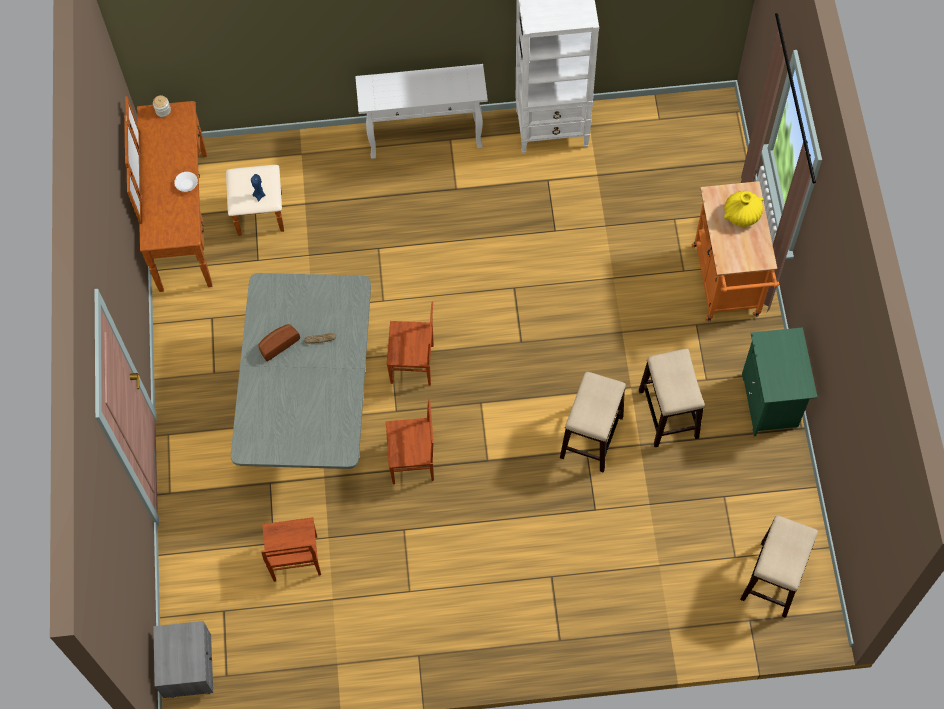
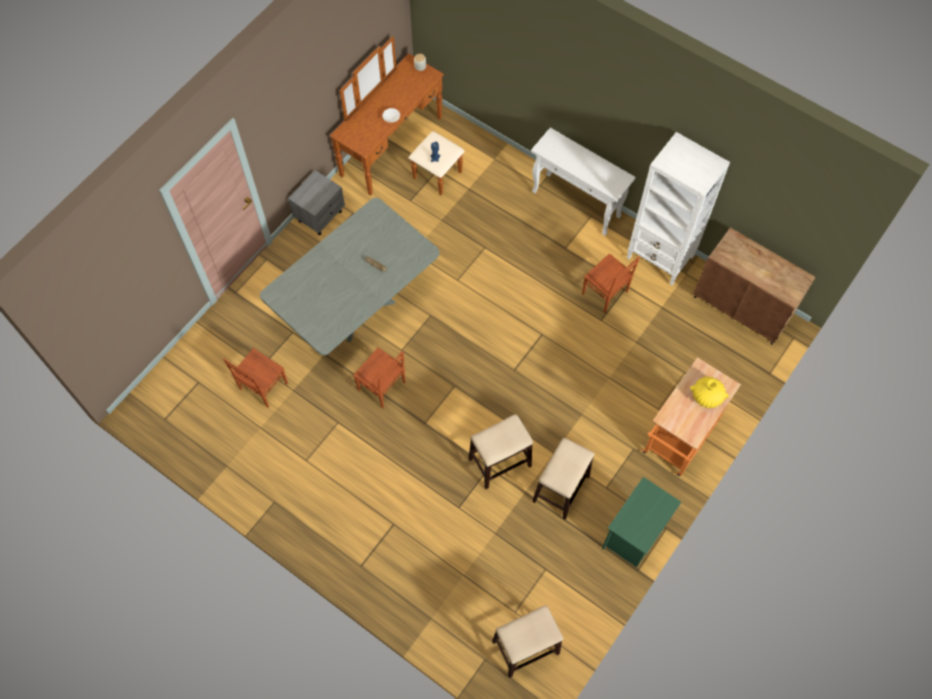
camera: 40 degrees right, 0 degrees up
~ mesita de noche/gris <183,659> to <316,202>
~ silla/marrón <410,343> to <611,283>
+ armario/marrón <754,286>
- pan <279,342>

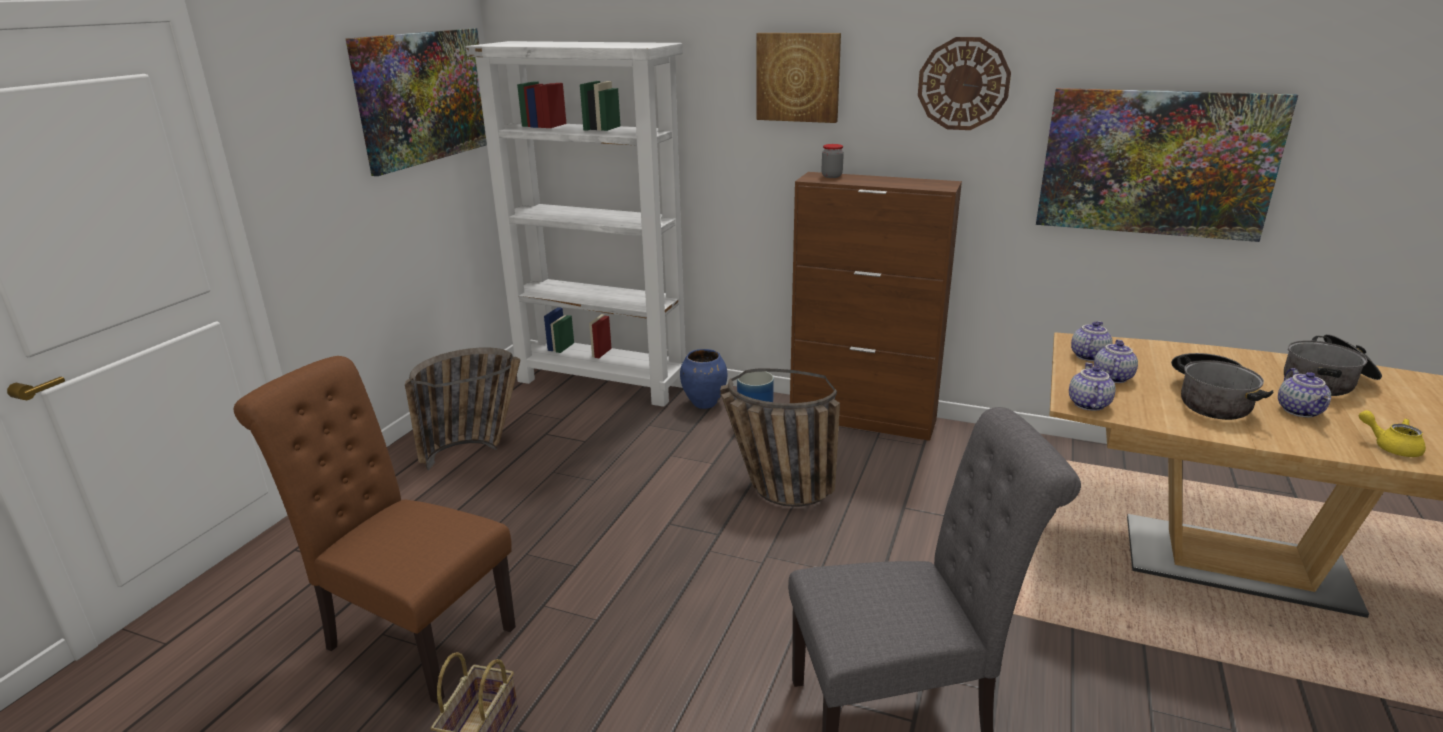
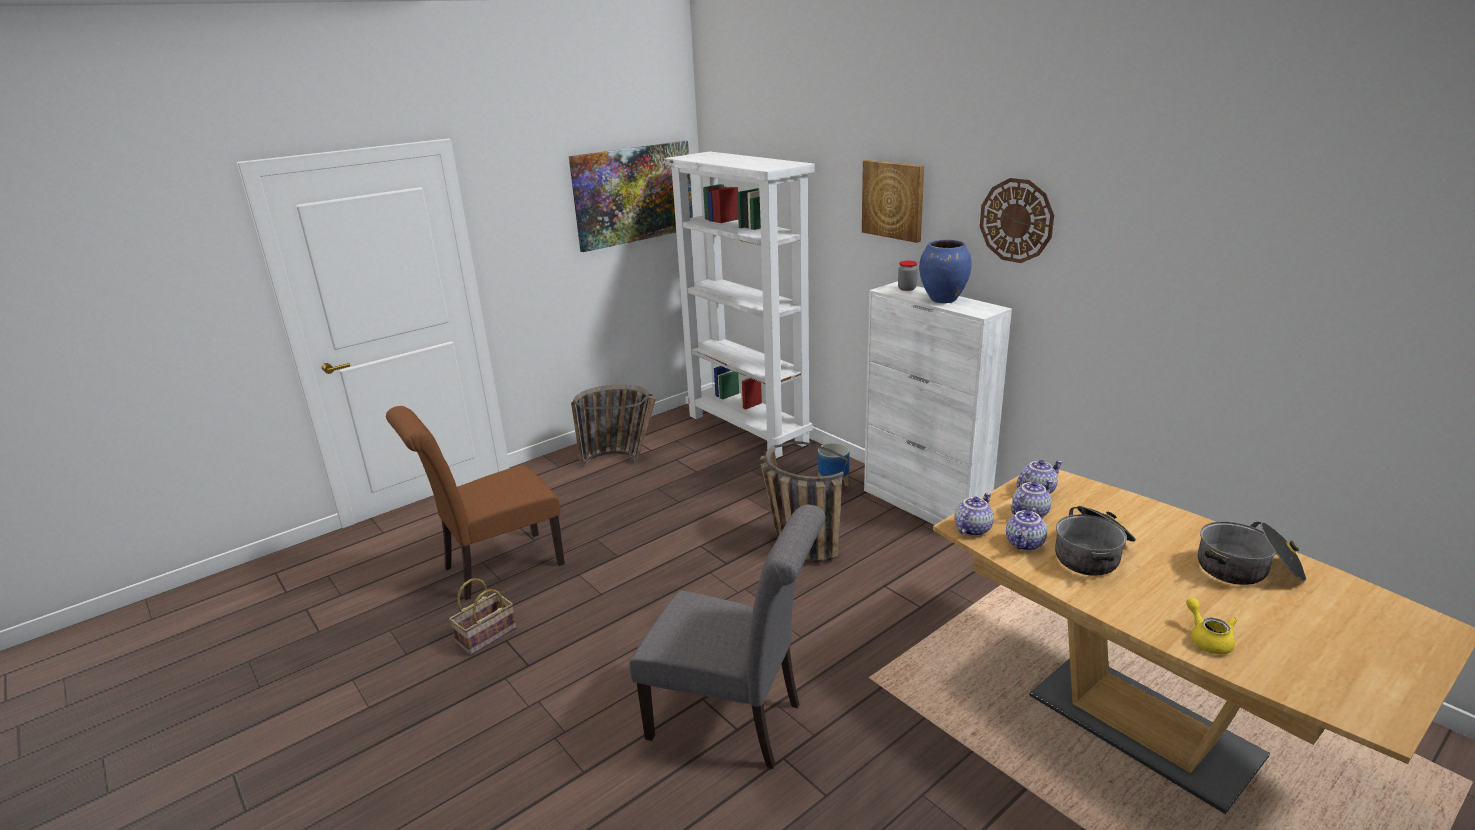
camera: 30 degrees right, 0 degrees up
~ silla/marrón <375,530> = <475,503> 90 degrees counterclockwise
~ armario/marrón <876,306> to armario/blanco <938,403>
~ florero/azul <703,379> to <945,271>
~ tetera <1304,392> to <1026,528>
- cuadro <1167,165>

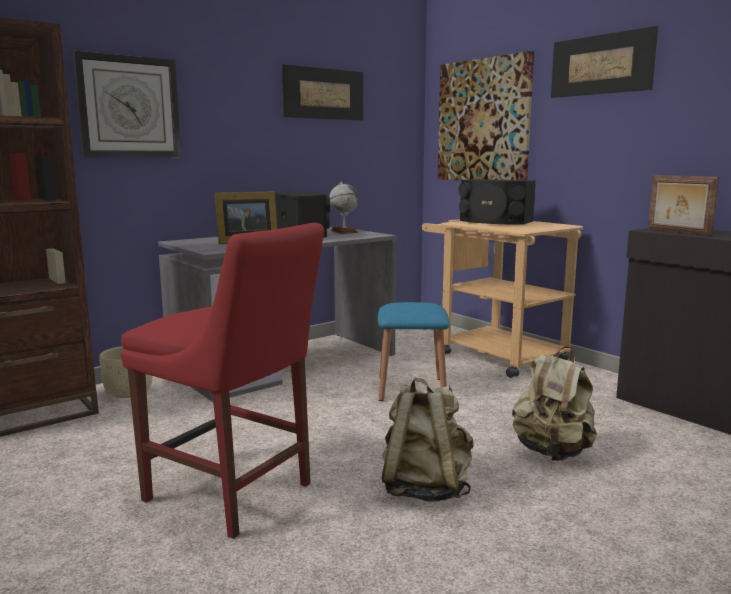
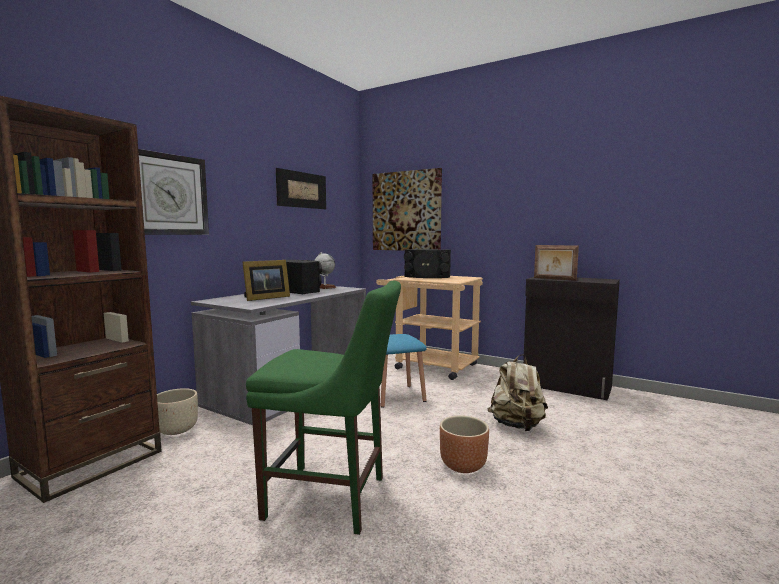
camera: 20 degrees left, 5 degrees down
~ silla/rojo <222,381> to silla/verde <323,408>
~ mochila/beis <427,439> to maceta/marrón <464,444>
- cuadro <604,62>

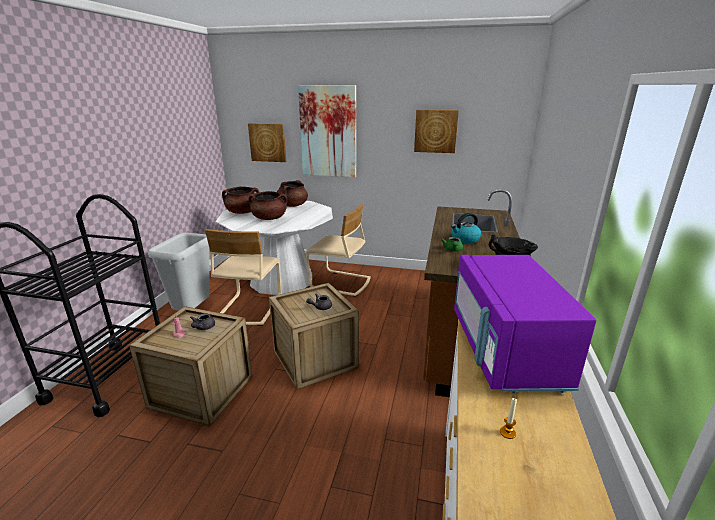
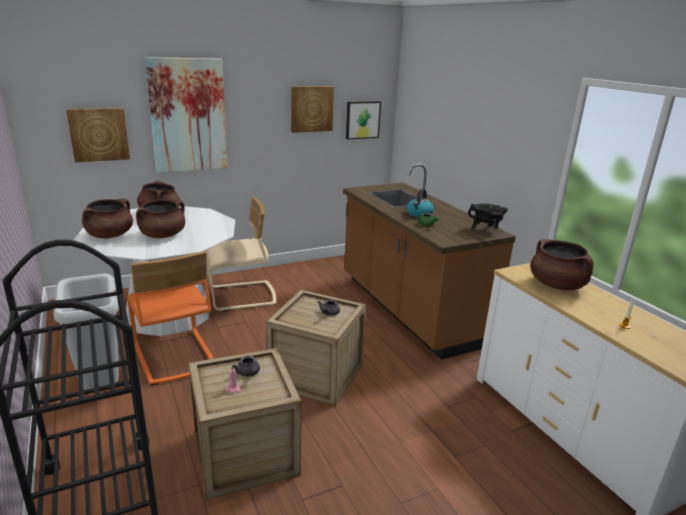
camera: 40 degrees left, 0 degrees up
~ silla/beis <243,277> to silla/naranja <170,318>
+ cuadro <363,120>
~ microondas/morado <525,324> to olla/marrón <562,265>

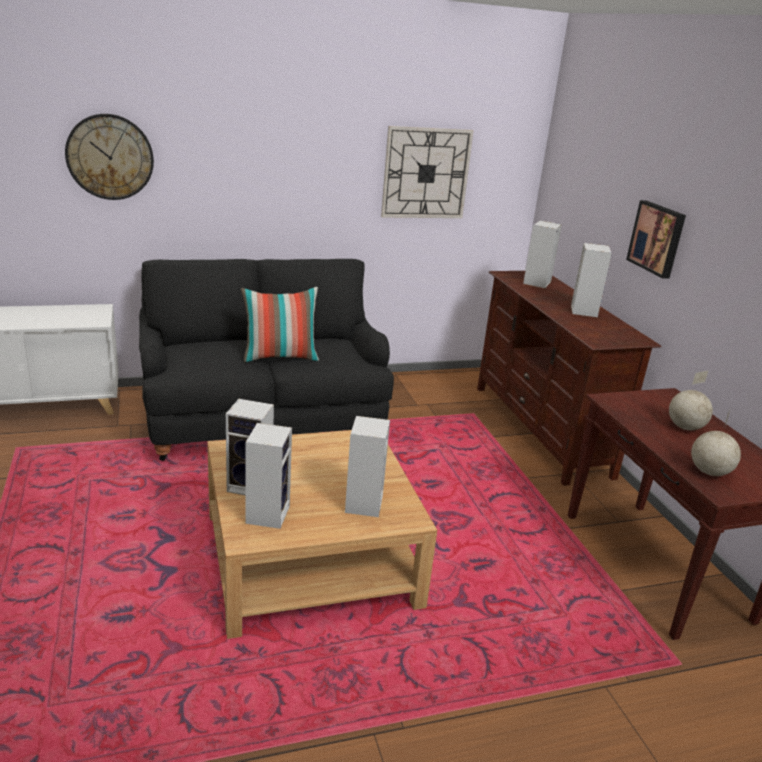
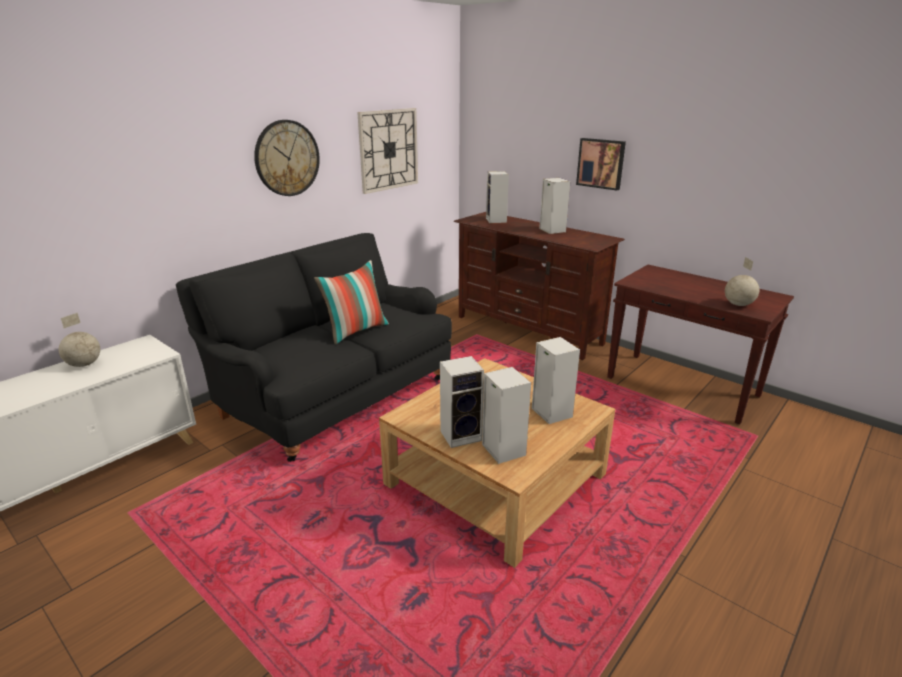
camera: 30 degrees left, 0 degrees up
~ globo terráqueo <691,400> to <79,340>
~ reloj de pared <109,157> to <287,158>

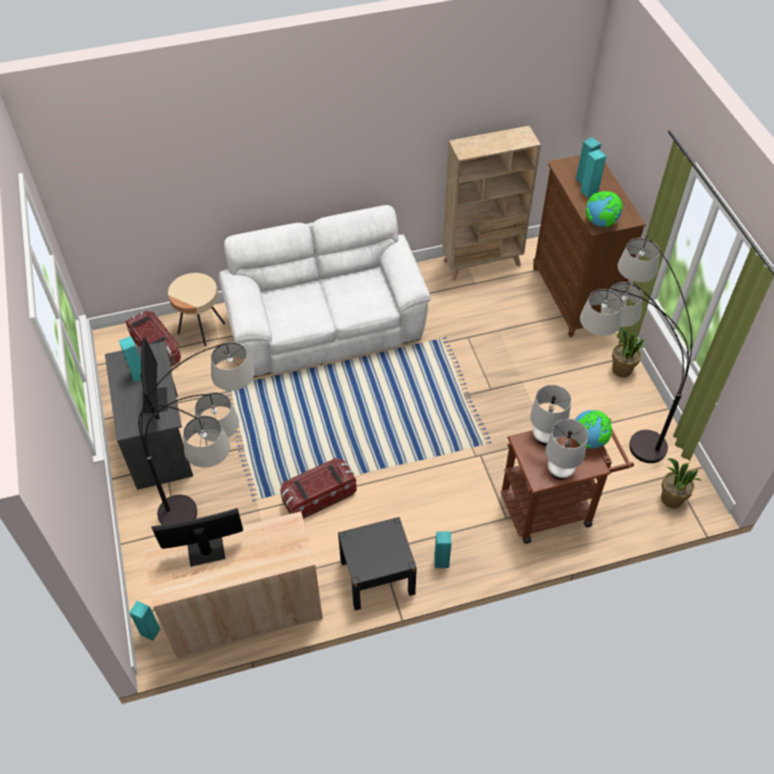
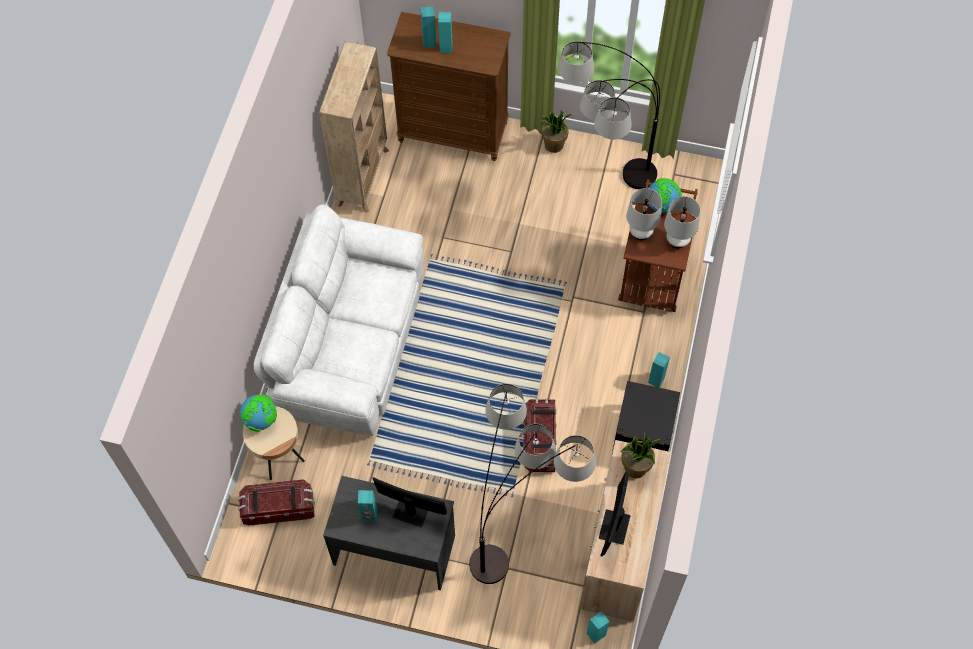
camera: 60 degrees left, 10 degrees up
~ globo terráqueo <604,209> to <258,412>
~ planta en maceta <681,483> to <640,456>

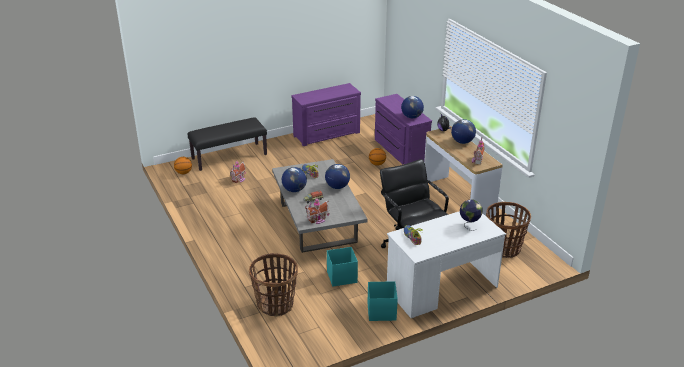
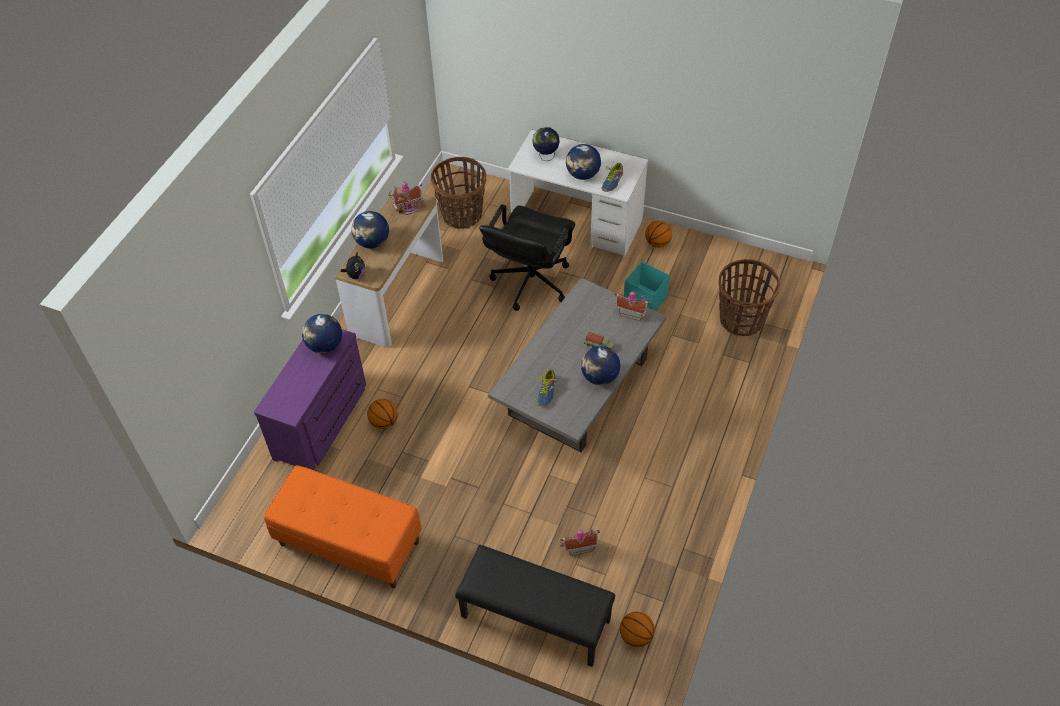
camera: 130 degrees left, 20 degrees up
~ cómoda/morado <326,114> to banco/naranja <343,526>
~ globo terráqueo <337,176> to <583,162>
~ caja de almacenaje/turquesa <382,301> to balón de baloncesto <658,234>

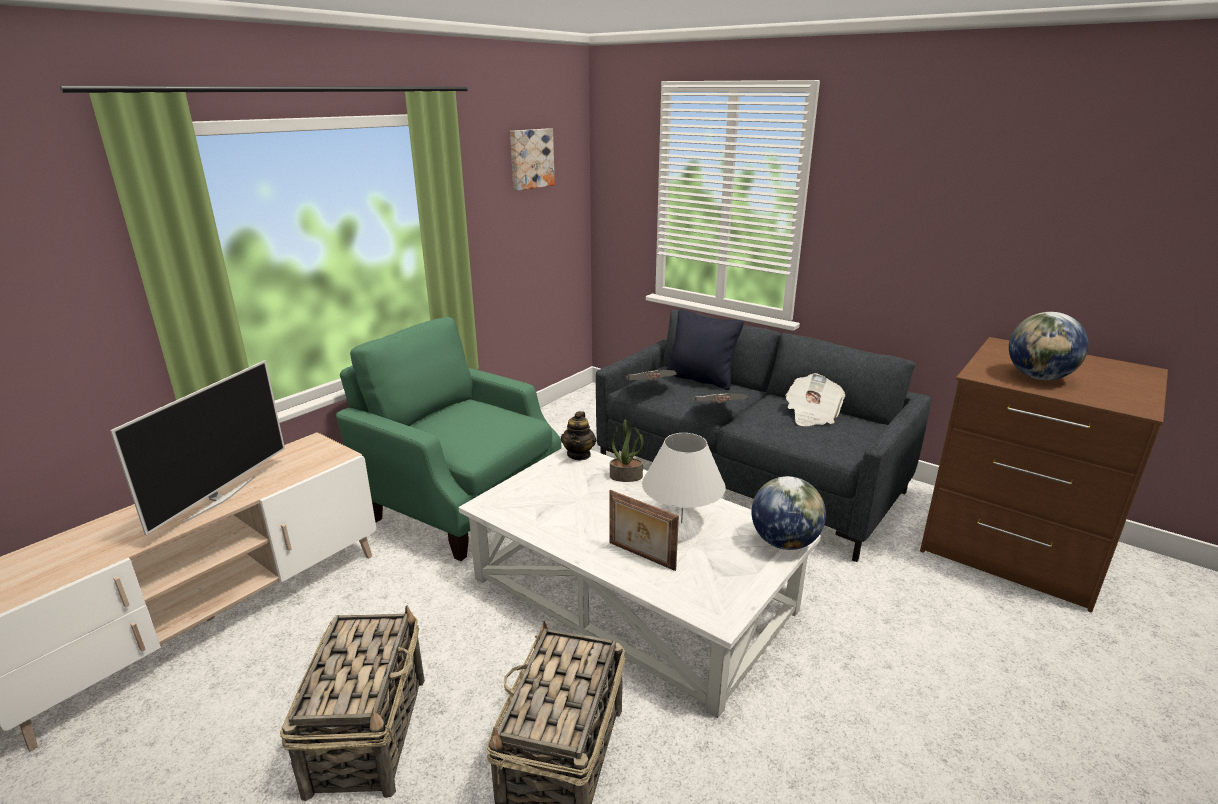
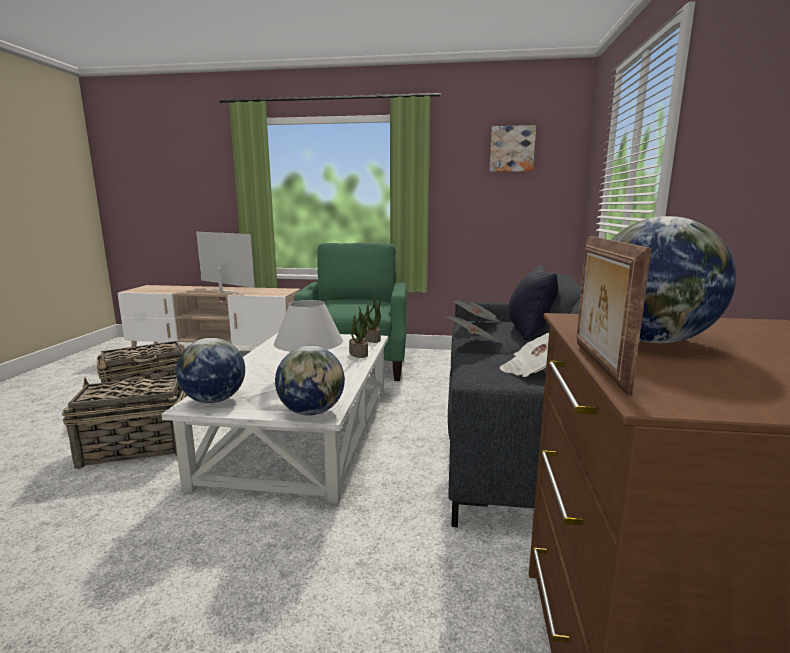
camera: 60 degrees right, 10 degrees down
+ globo terráqueo <210,370>
~ televisor <197,447> = <225,263> 135 degrees counterclockwise
~ tetera <578,435> to planta en maceta <373,320>
~ portarretratos <644,530> to <614,316>

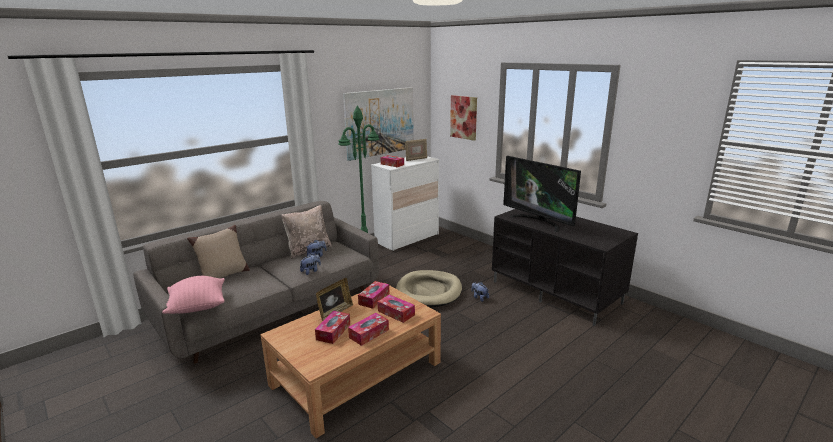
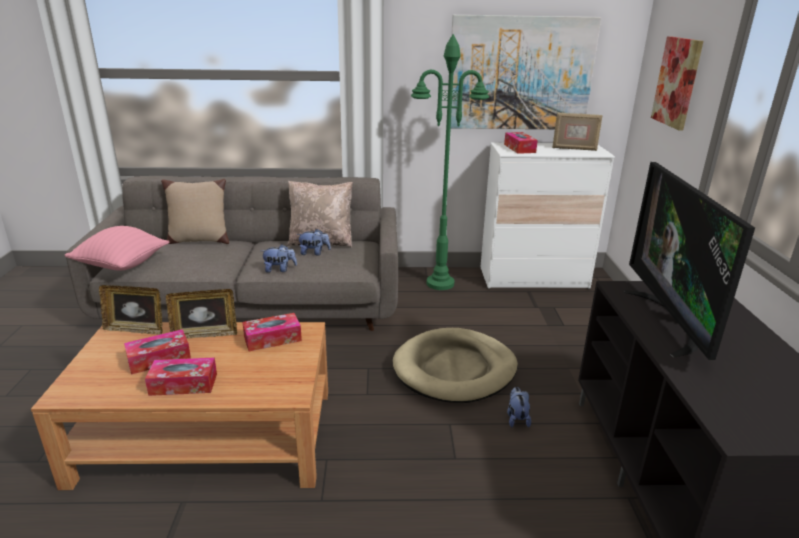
camera: 40 degrees right, 5 degrees up
+ portarretratos <131,310>
- caja de pañuelos <396,309>

